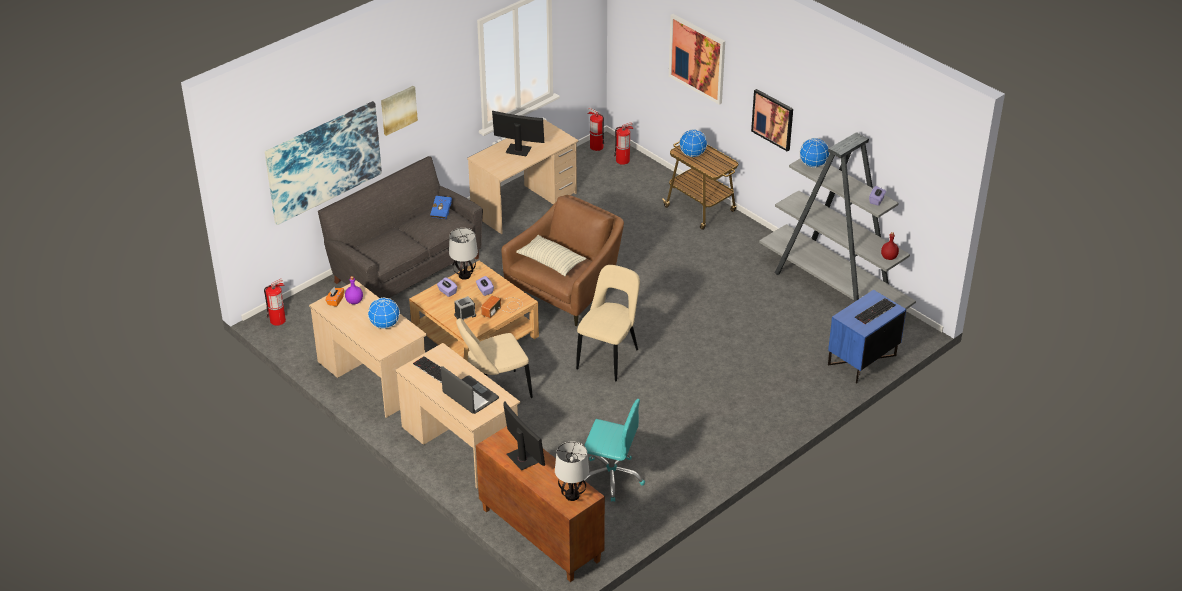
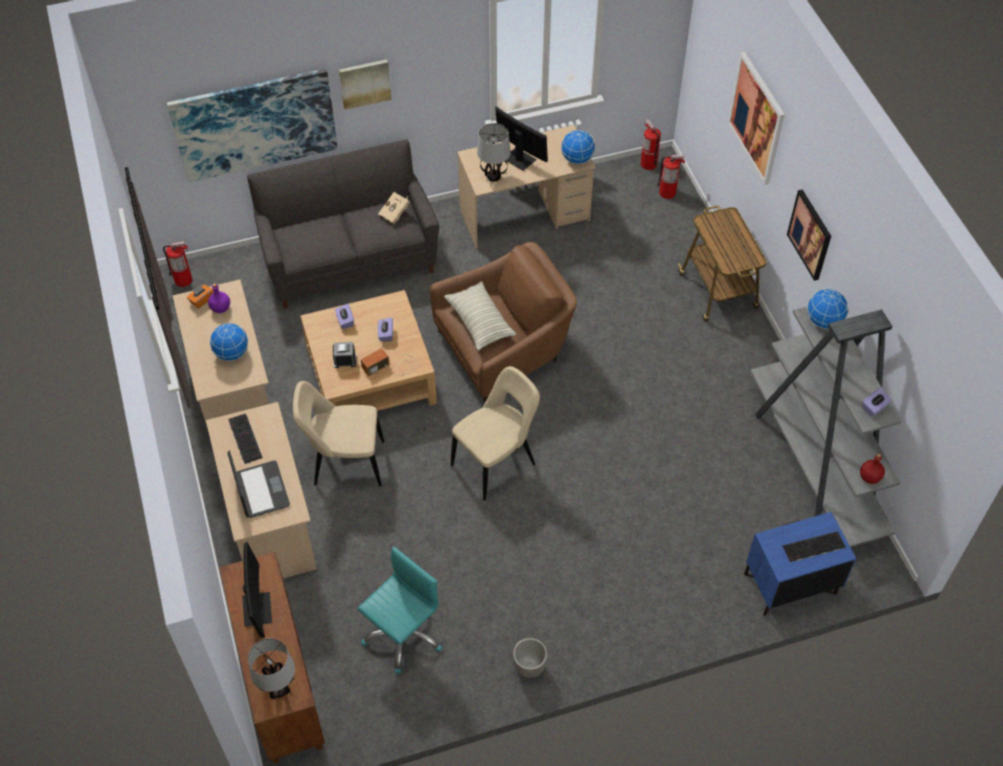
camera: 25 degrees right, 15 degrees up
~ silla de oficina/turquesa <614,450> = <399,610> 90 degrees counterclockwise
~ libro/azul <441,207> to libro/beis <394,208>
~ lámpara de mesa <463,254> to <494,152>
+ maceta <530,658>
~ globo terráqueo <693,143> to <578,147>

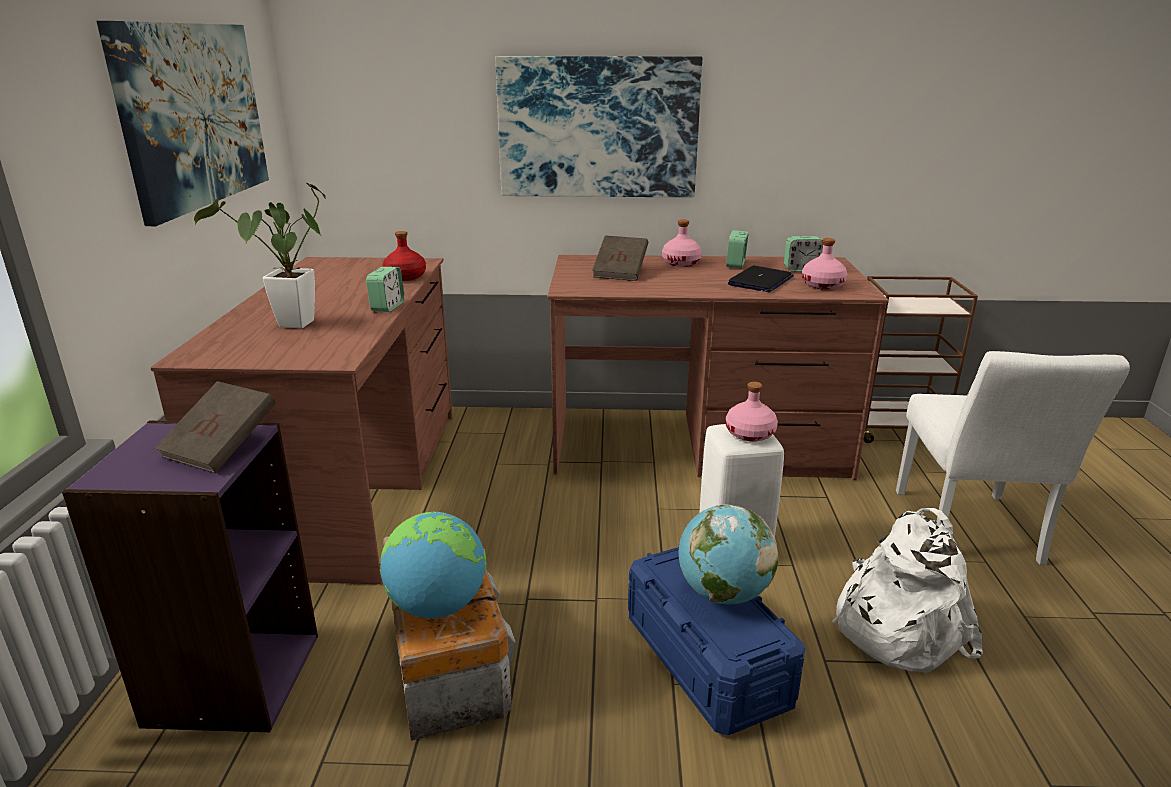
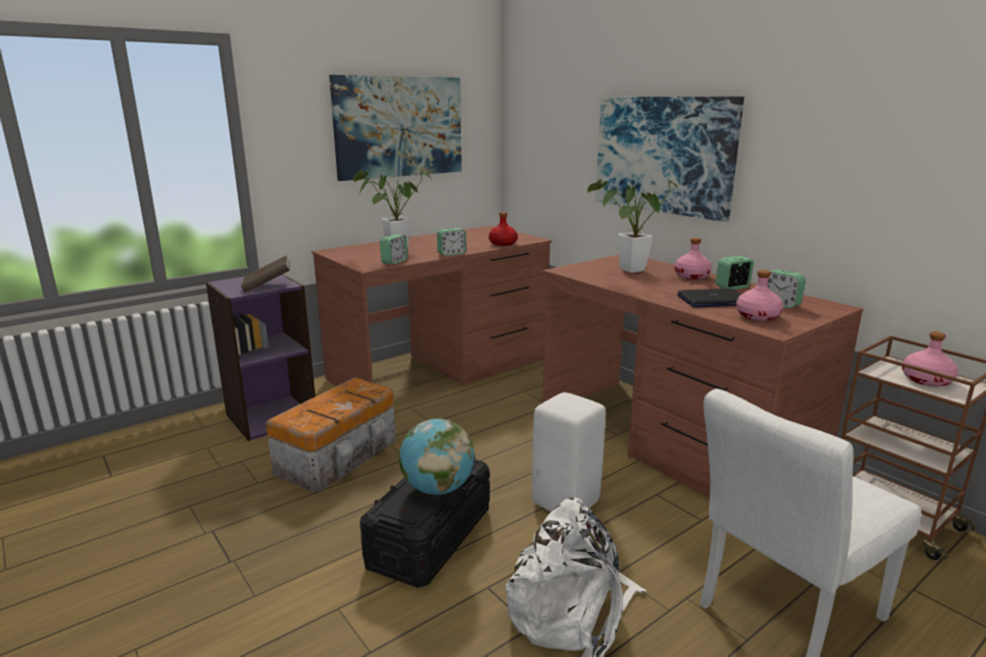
camera: 50 degrees right, 5 degrees down
~ caja de almacenaje/azul <716,641> to caja de almacenaje/negro <425,522>
+ despertador <394,249>
~ libro/marrón <620,258> to planta en maceta <633,225>
~ botella/rosa <752,412> to <930,359>
- globo terráqueo <433,565>

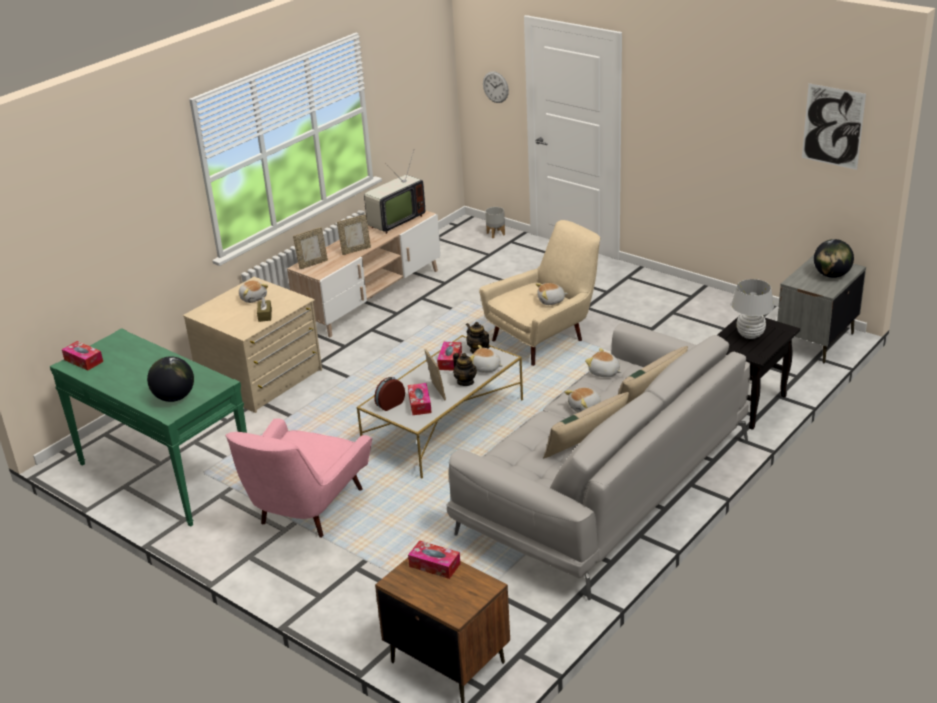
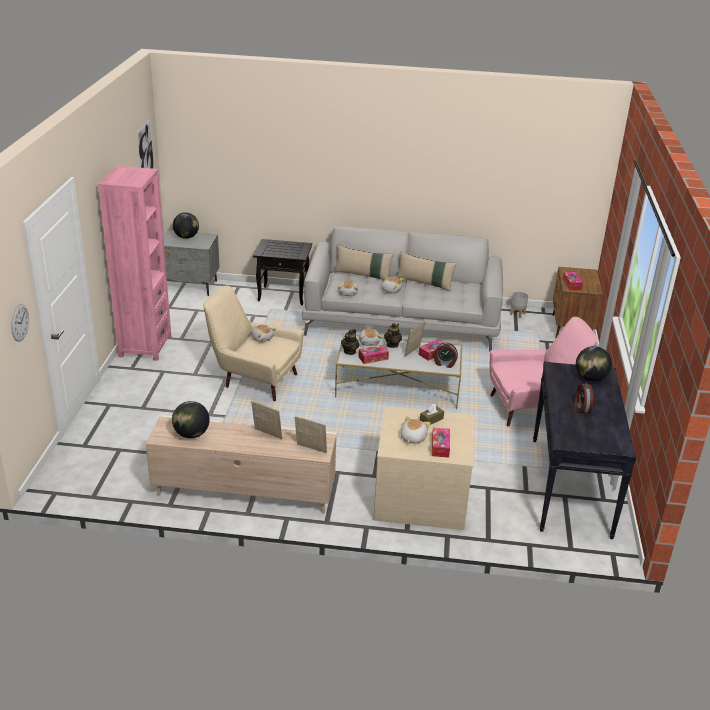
camera: 125 degrees left, 0 degrees up
+ estantería/rosa <134,263>
~ televisor <394,192> to globo terráqueo <191,419>
~ caja de pañuelos <82,355> to <441,443>
~ maceta/gris <495,222> to <519,304>
~ mesa consola/verde <148,427> to mesa consola/negro <585,450>
+ despertador <583,398>
- lámpara de mesa/blanco <752,309>

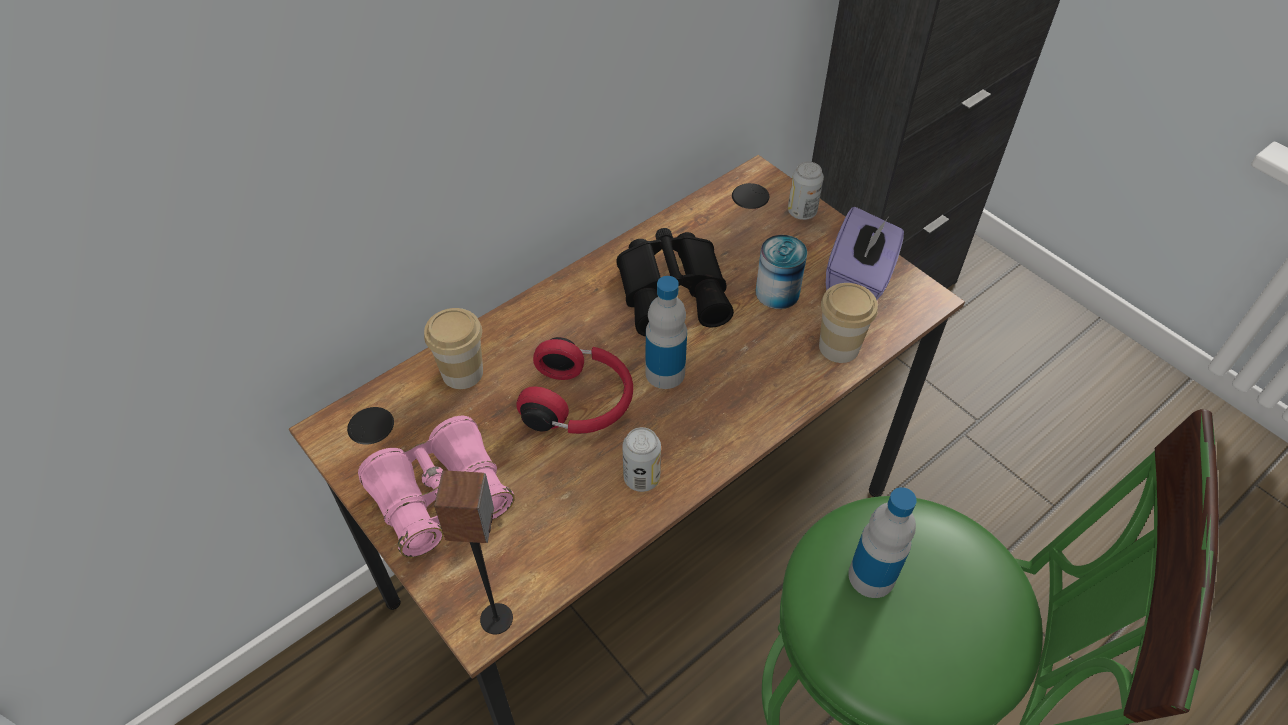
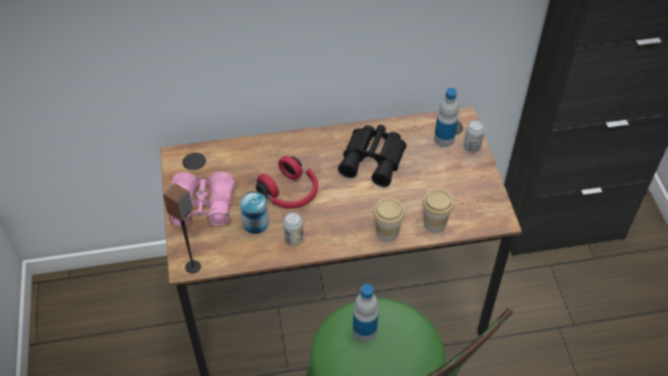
camera: 30 degrees right, 0 degrees up
~ lata <781,272> to <254,212>
~ taza <453,348> to <389,220>
~ botella <666,332> to <446,117>
- caja de pañuelos/morado <865,253>

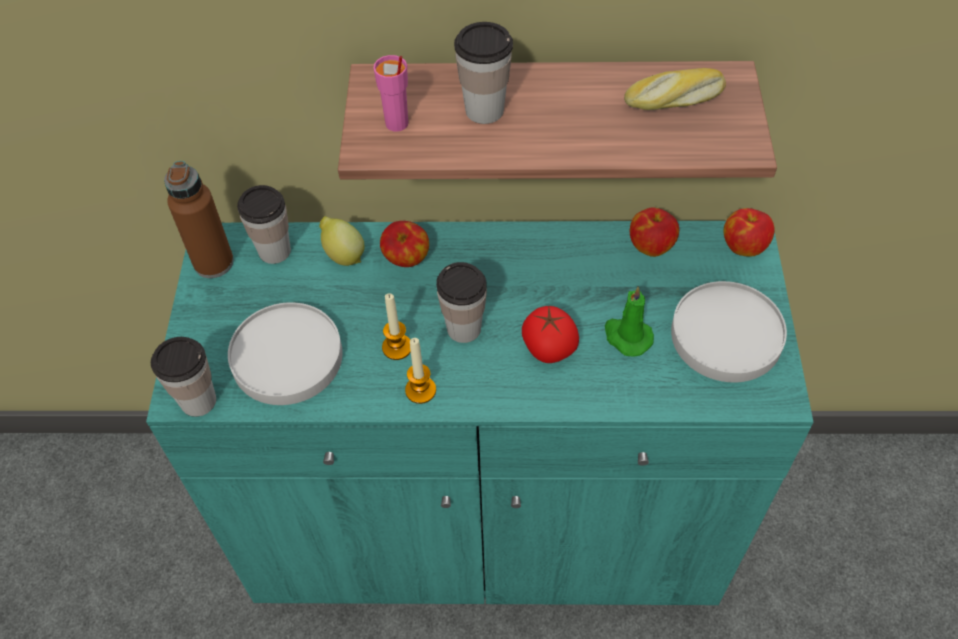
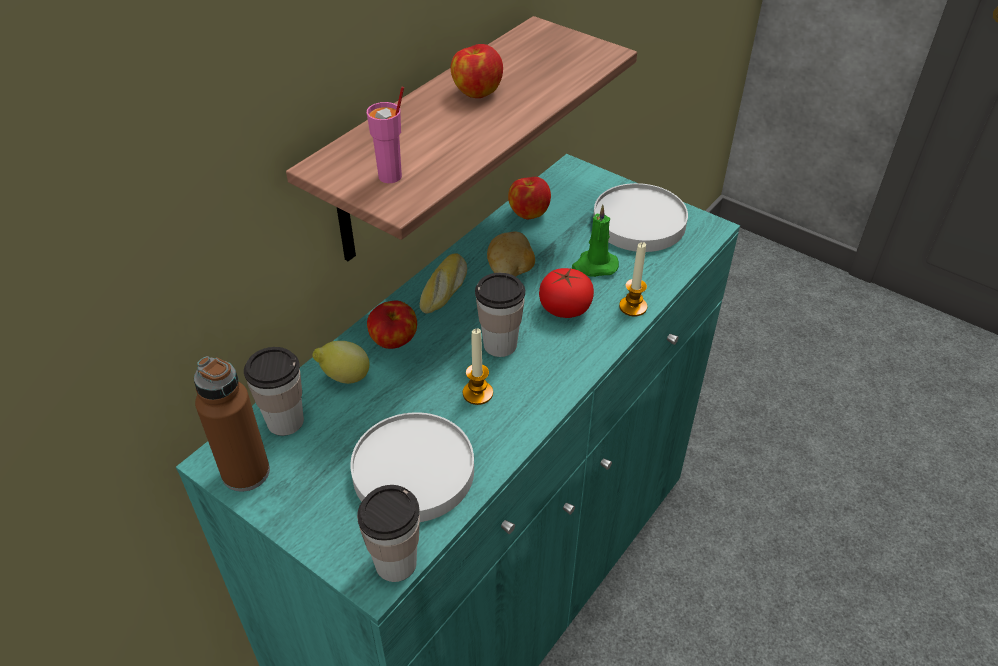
camera: 55 degrees left, 10 degrees down
~ pan <675,89> to <443,284>
~ manzana <749,232> to <477,71>
+ patata <511,254>
~ vela <420,371> to <633,279>
- taza <483,73>

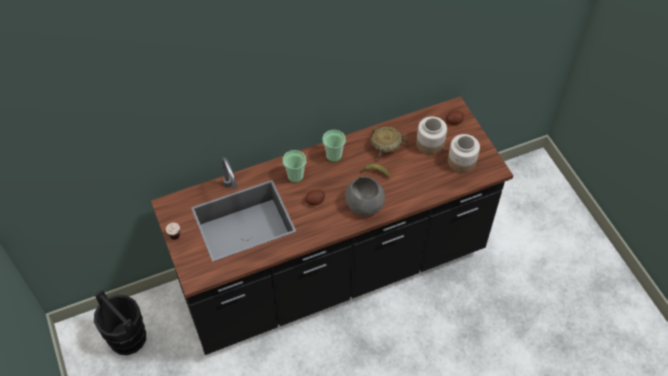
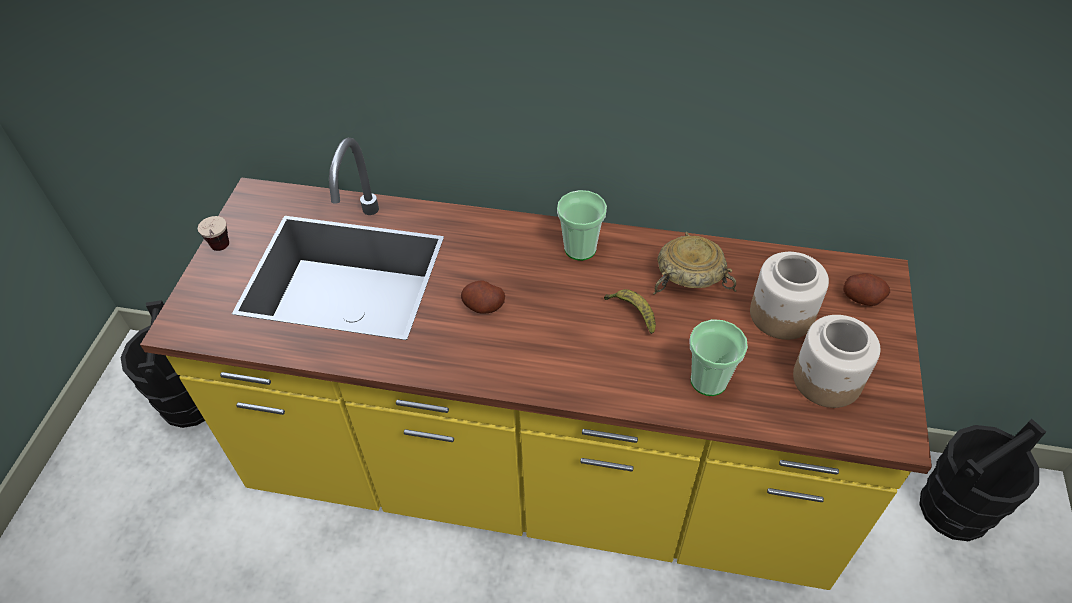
camera: 35 degrees right, 5 degrees down
~ mueble bajo de cocina/negro <332,225> to mueble bajo de cocina/amarillo <536,363>
~ taza <294,166> to <719,357>
+ cubo/negro <982,480>
- cuenco/gris <365,196>

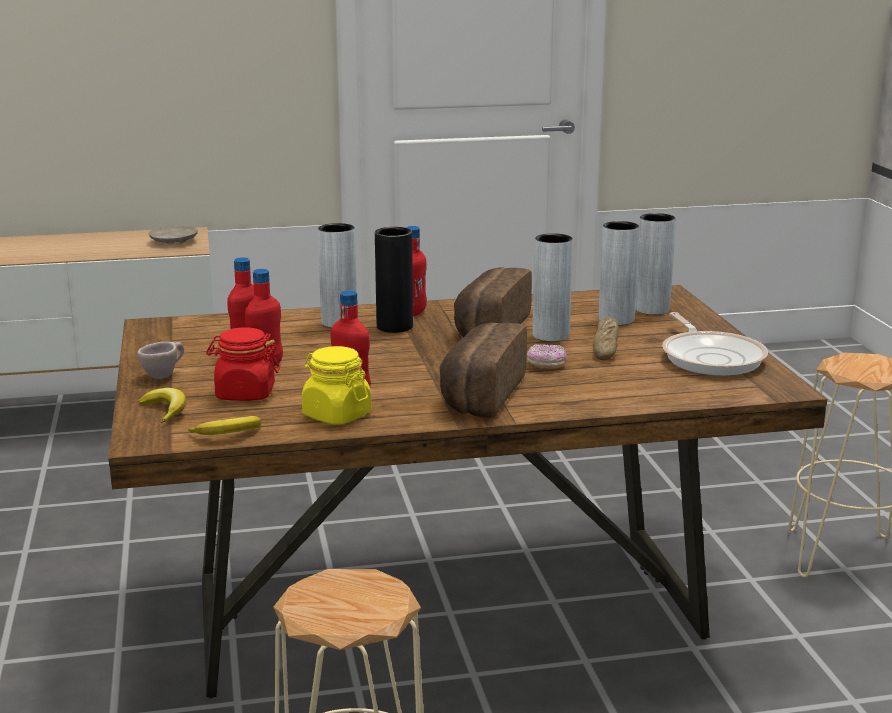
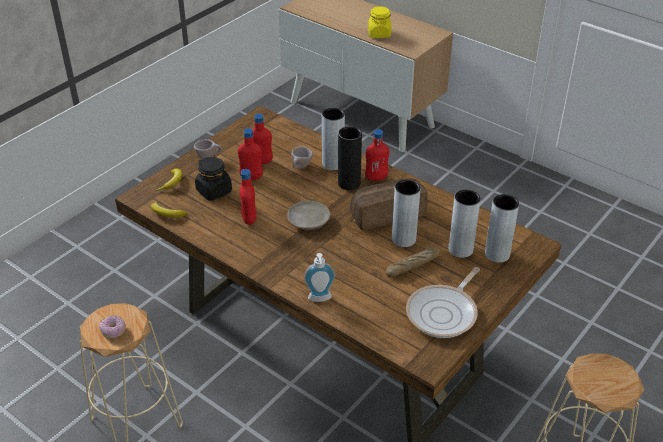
camera: 50 degrees right, 20 degrees up
~ rosquilla <546,356> to <112,326>
~ tarro/rojo <243,364> to tarro/negro <213,179>
~ plato/beis <173,235> to <308,215>
+ taza/beis <302,158>
+ dispensador de jabón <319,277>
~ tarro/amarillo <336,385> to <379,22>
- pan <483,370>

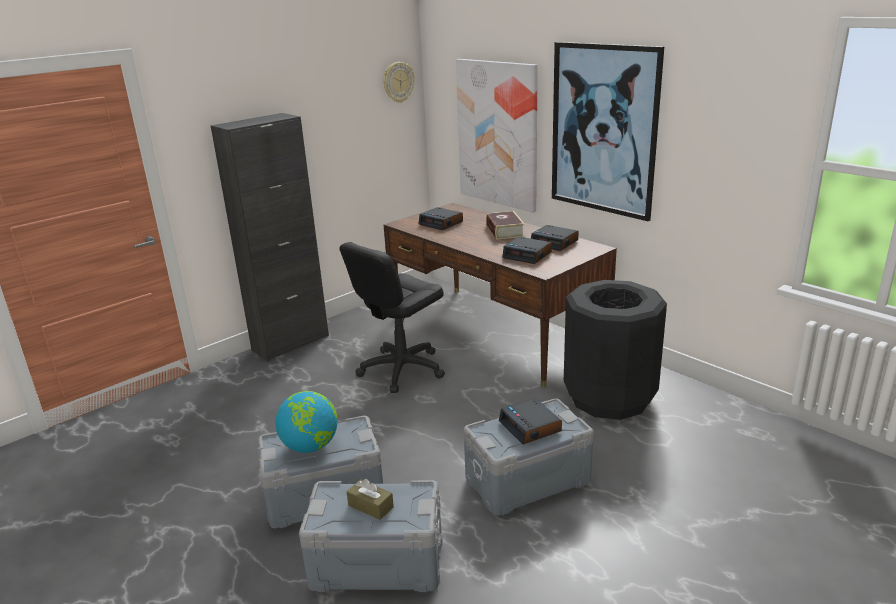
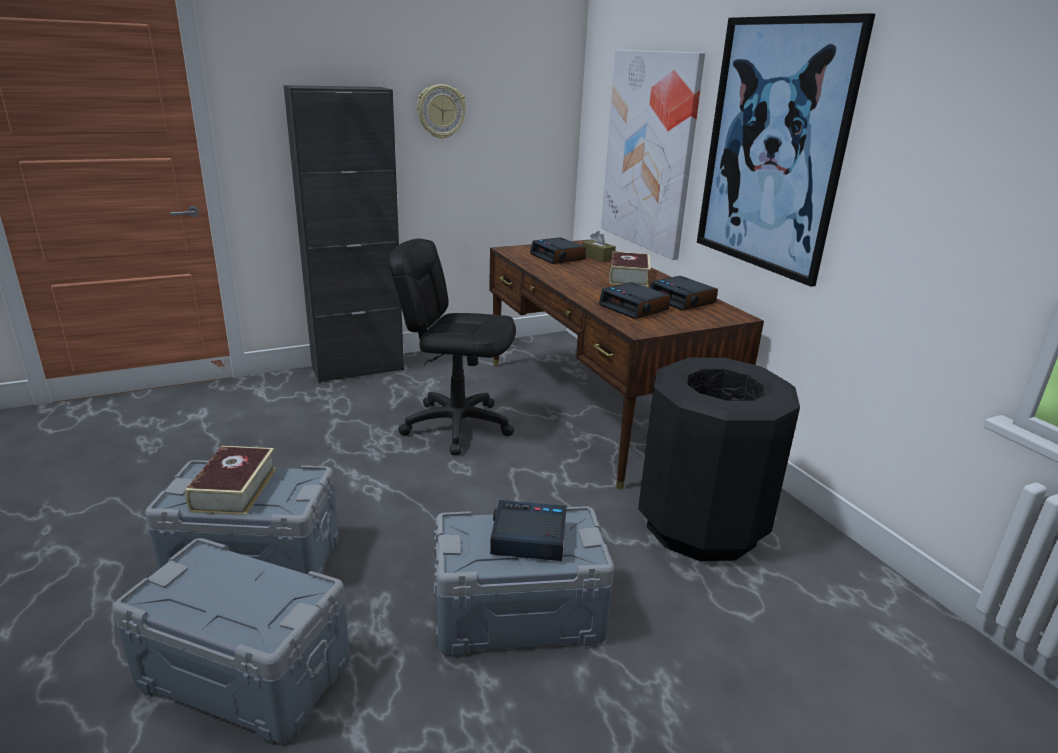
camera: 15 degrees right, 0 degrees up
~ globo terráqueo <306,422> to libro <231,480>
~ silla de oficina/negro <392,317> = <452,347> 45 degrees clockwise
~ reloj de pared <399,82> to <441,111>
~ despertador <530,421> = <528,530> 105 degrees clockwise
~ caja de pañuelos/marrón <370,499> to <599,246>

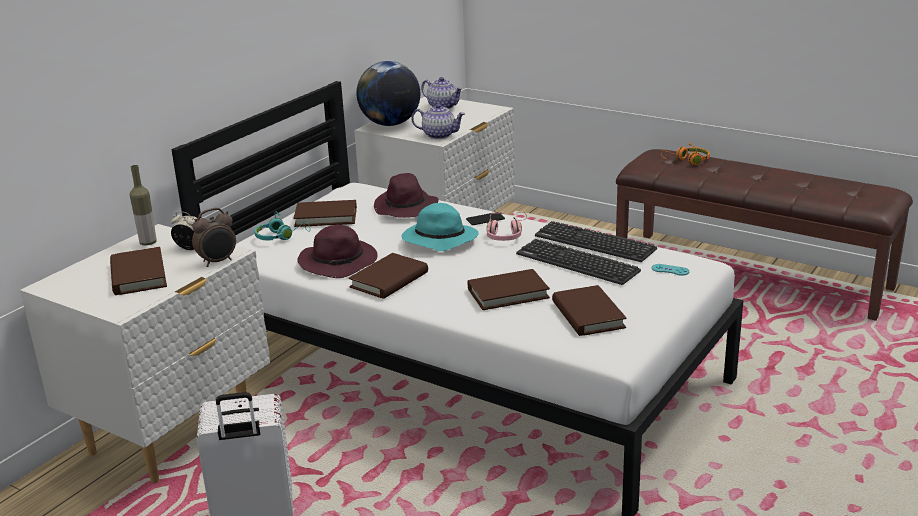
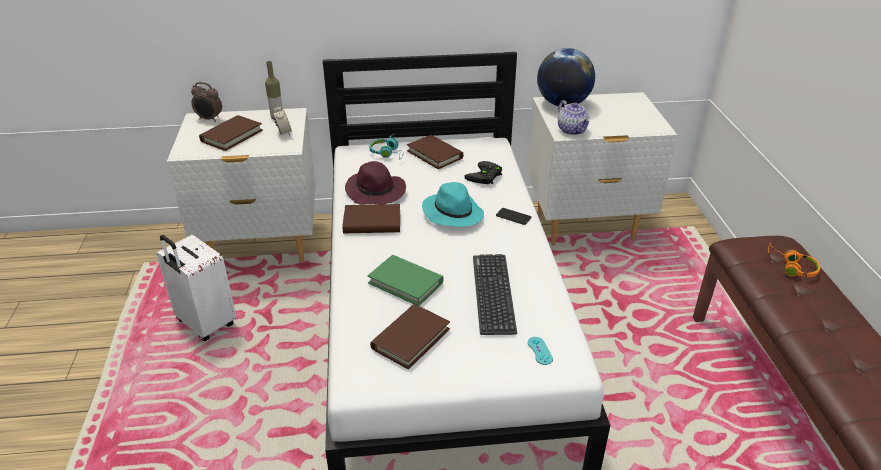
camera: 50 degrees right, 10 degrees up
~ despertador <214,237> to <206,102>
~ libro/marrón <509,289> to libro/verde <405,280>
~ sombrero/morado <406,195> to mando de consola/negro <483,172>
- tetera <442,93>
- auriculares/rosa <507,226>
- teclado <596,241>

